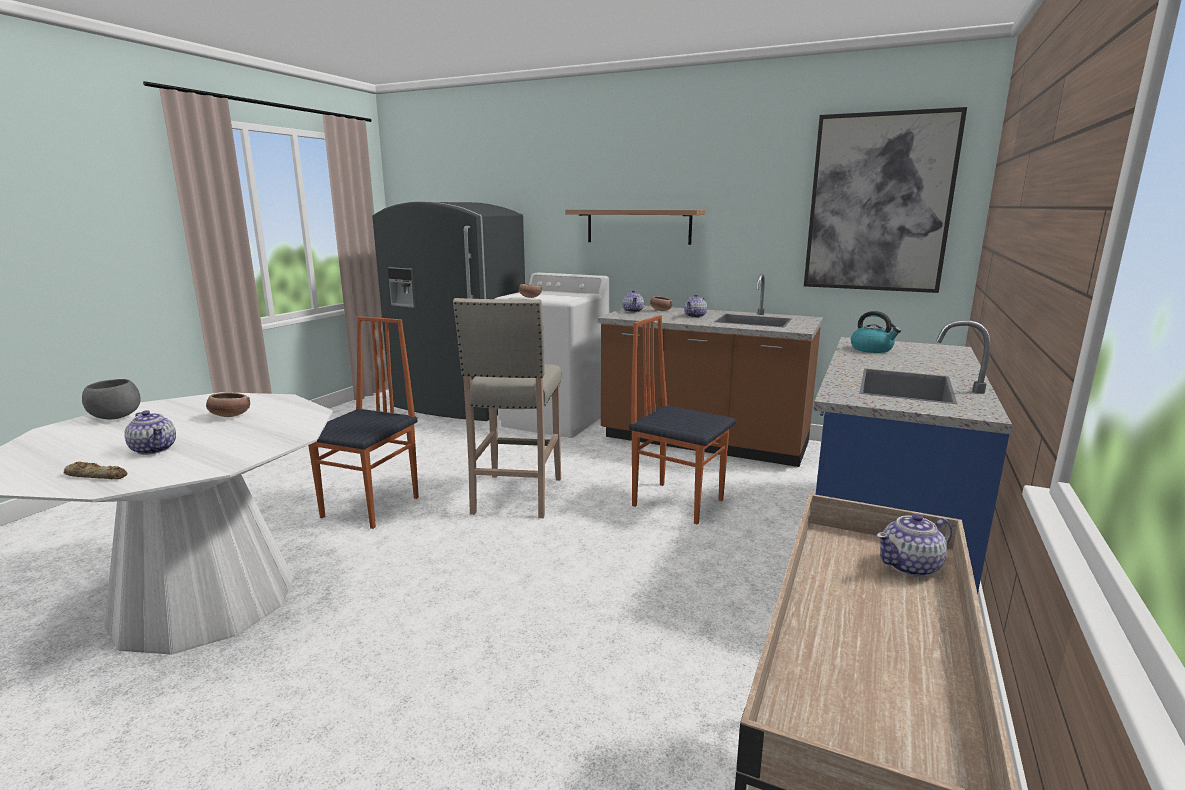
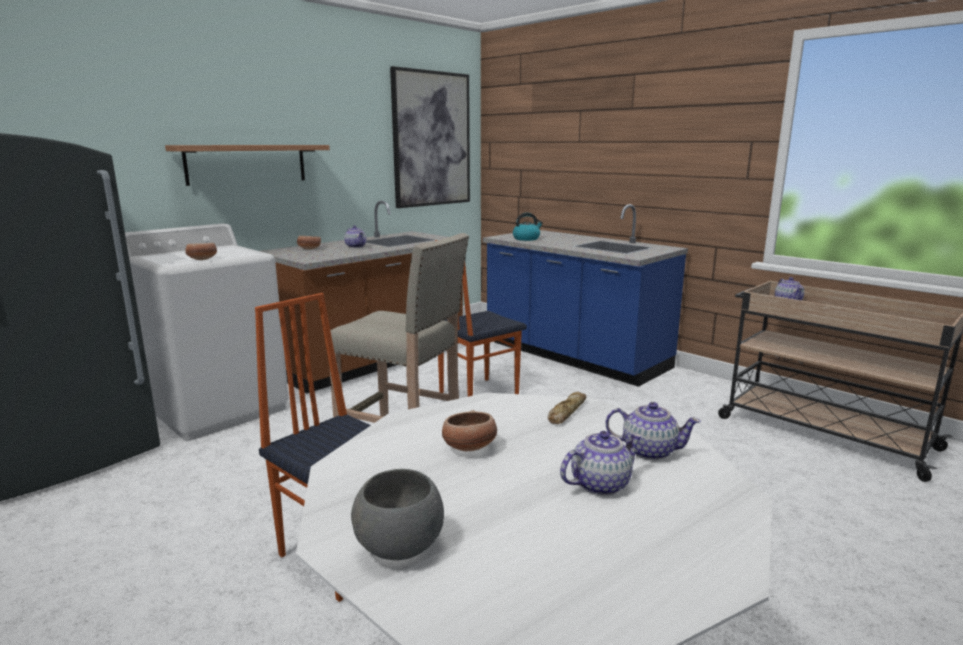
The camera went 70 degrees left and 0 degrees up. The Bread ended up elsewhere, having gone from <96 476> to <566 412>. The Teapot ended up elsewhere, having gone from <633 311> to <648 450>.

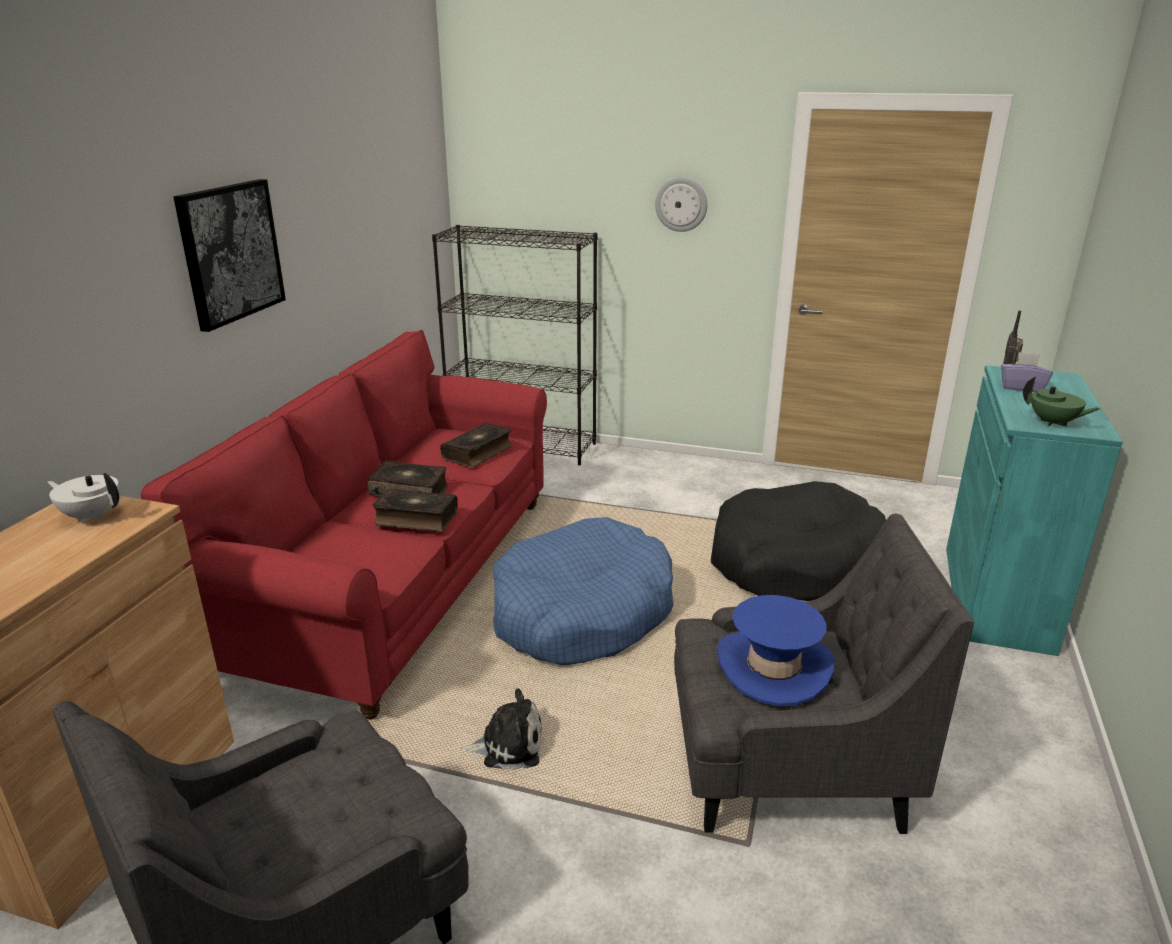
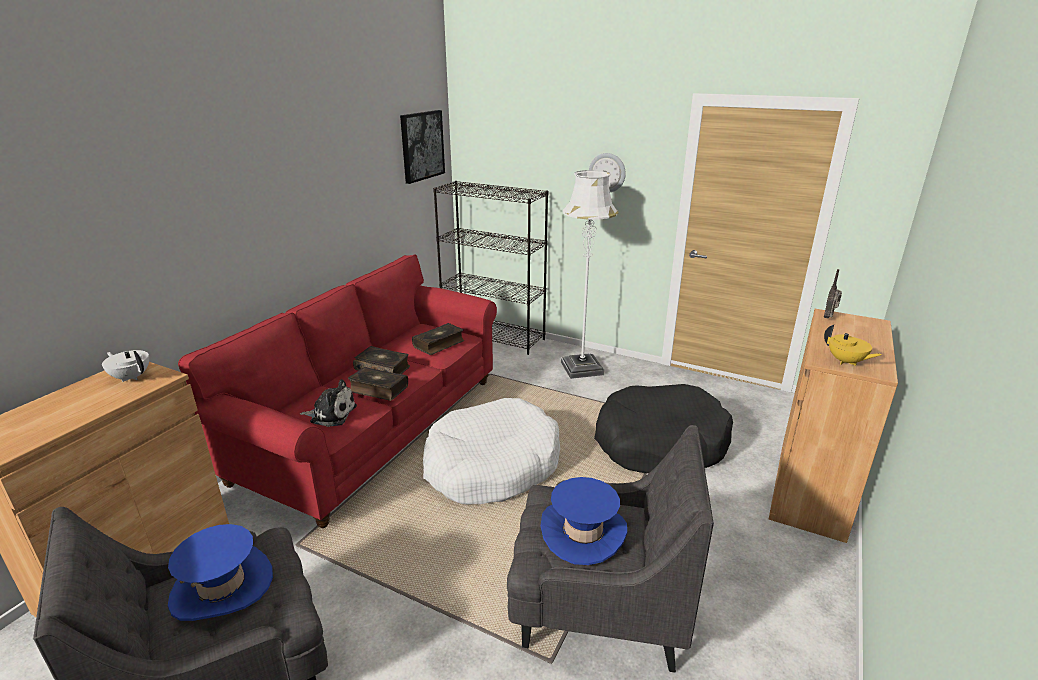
The camera went 10 degrees right and 0 degrees up. The Picture ended up elsewhere, having gone from <230 252> to <422 146>. The PlushToy ended up elsewhere, having gone from <507 745> to <331 414>. What was the BlueDogBed at <581 612> turned into the WhiteDogBed at <492 466>. What was the TurquoiseCabinet at <996 597> turned into the BrownCabinet at <811 488>. The second view lost the PurpleTissueBox at <1021 387>. What was the GreenTeapot at <1053 423> turned into the YellowTeapot at <846 362>. The second view gained the BlueHat at <222 586>. The second view gained the WhiteFloorLamp at <582 368>.

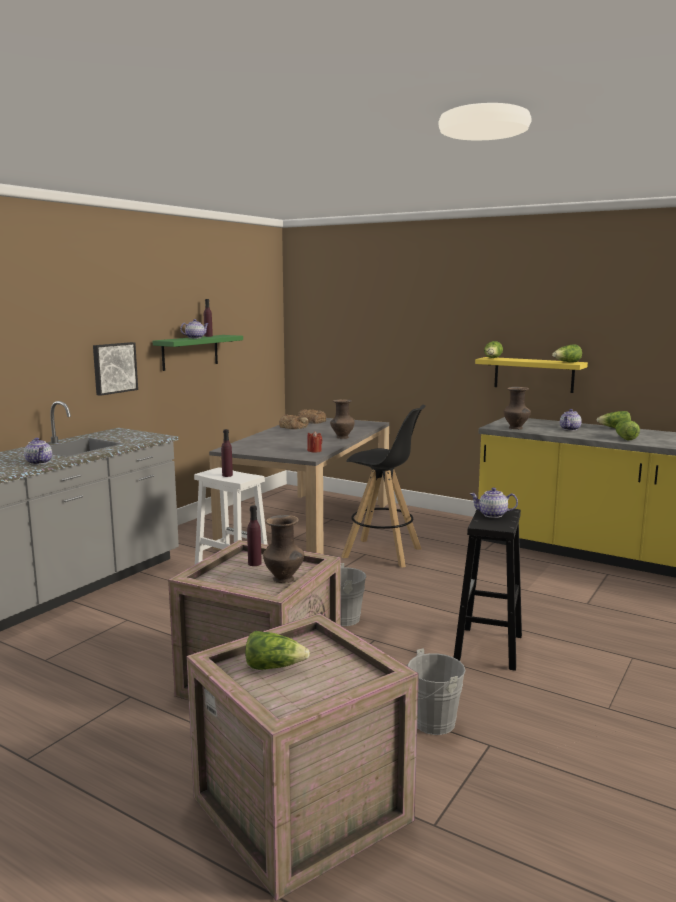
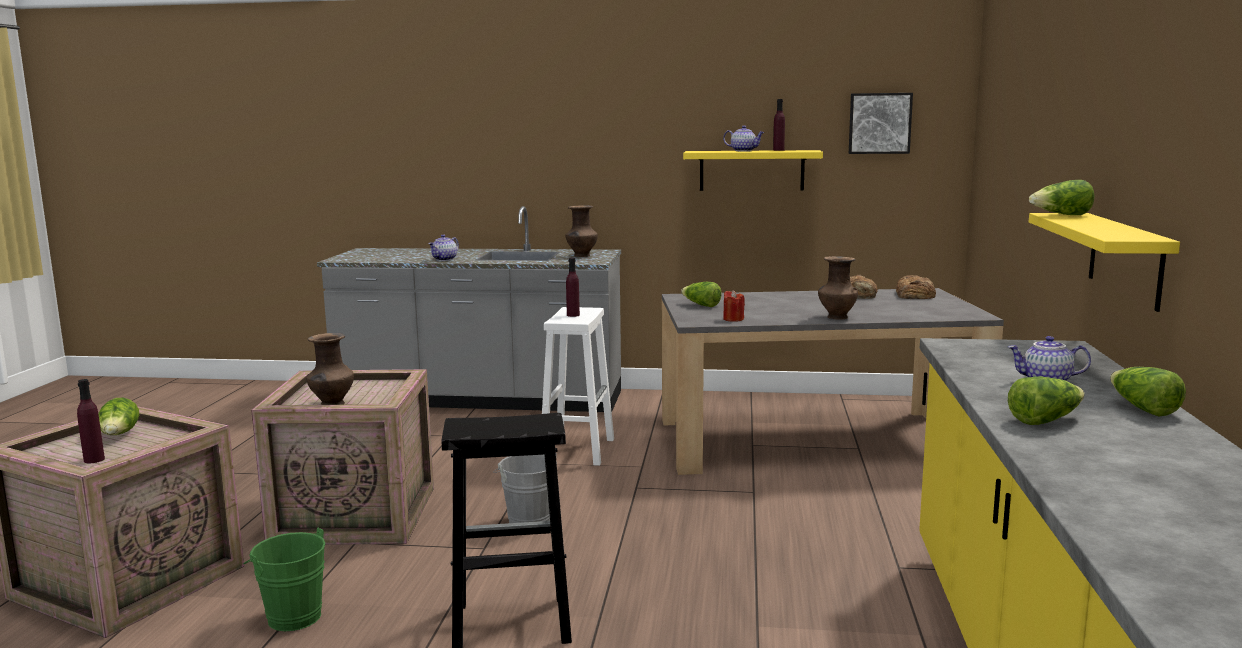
The camera went 65 degrees right and 0 degrees up. The Picture ended up elsewhere, having gone from <114 368> to <879 123>. What was the GreenShelf at <190 352> turned into the YellowShelf at <751 170>. The PurpleBottle ended up elsewhere, having gone from <254 563> to <94 460>. The second view lost the BlackStool at <383 553>. What was the GreyBucket at <430 724> turned into the GreenBucket at <291 615>. The second view lost the Teapot at <492 515>. The BrownVase ended up elsewhere, having gone from <516 428> to <581 256>. The Lettuce ended up elsewhere, having gone from <566 362> to <701 305>.

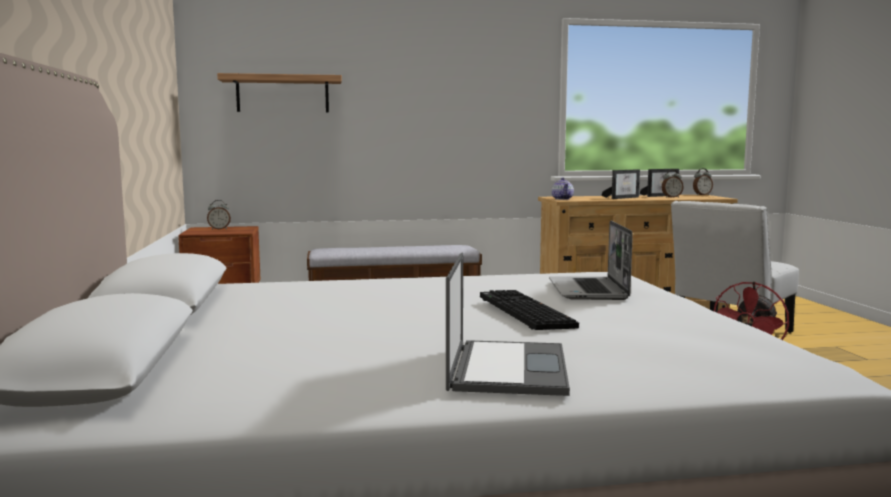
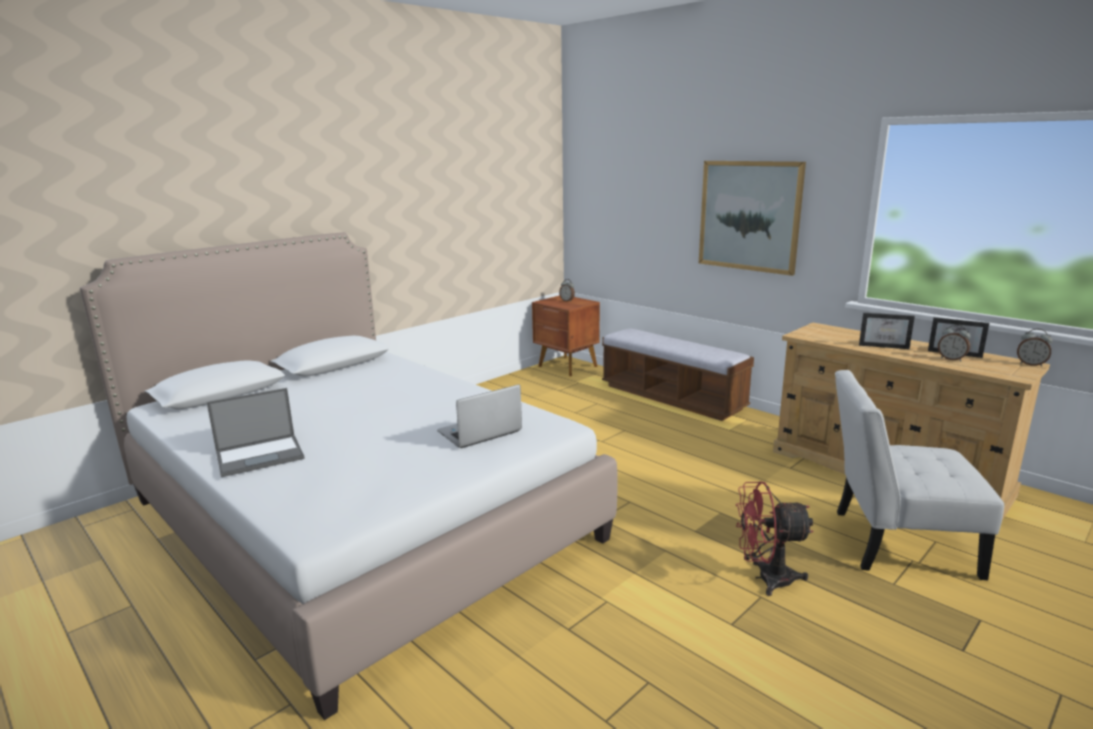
The camera went 55 degrees right and 10 degrees up. The second view lost the Shelf at <282 94>. The second view lost the Keyboard at <522 312>. The second view lost the Teapot at <562 199>. The second view gained the Picture at <749 216>.

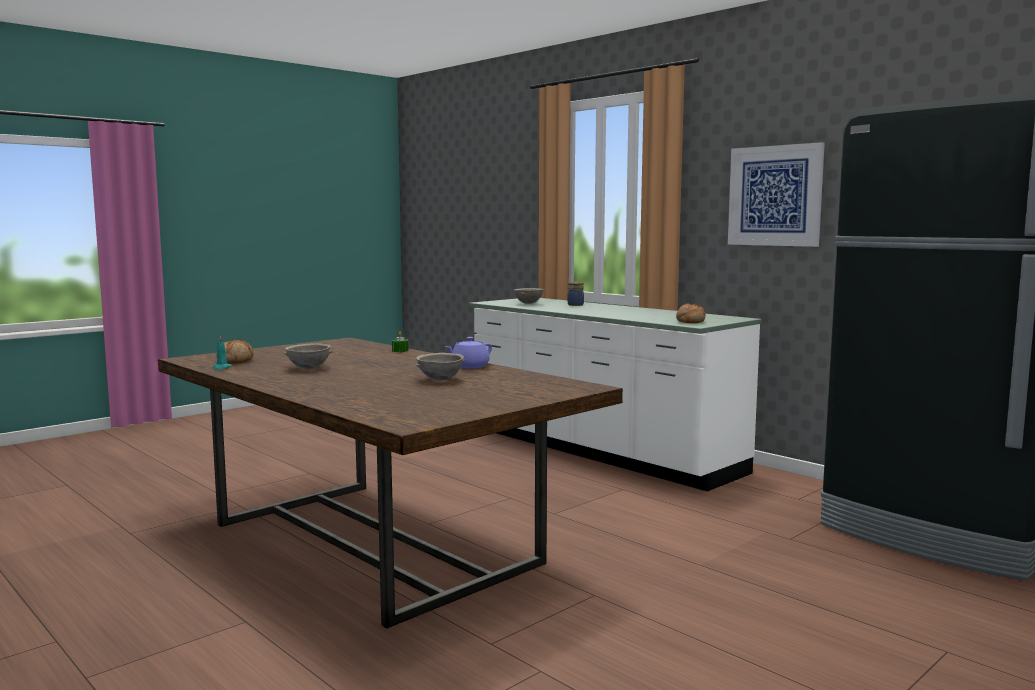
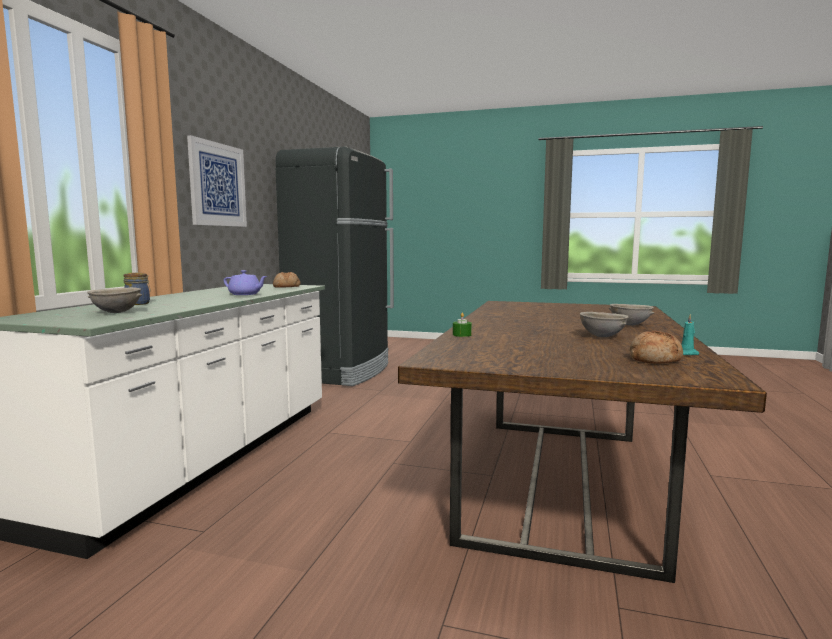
The camera went 120 degrees left and 0 degrees up. The GreyBowl ended up elsewhere, having gone from <440 380> to <630 325>. The PurpleTeapot ended up elsewhere, having gone from <469 366> to <245 294>.

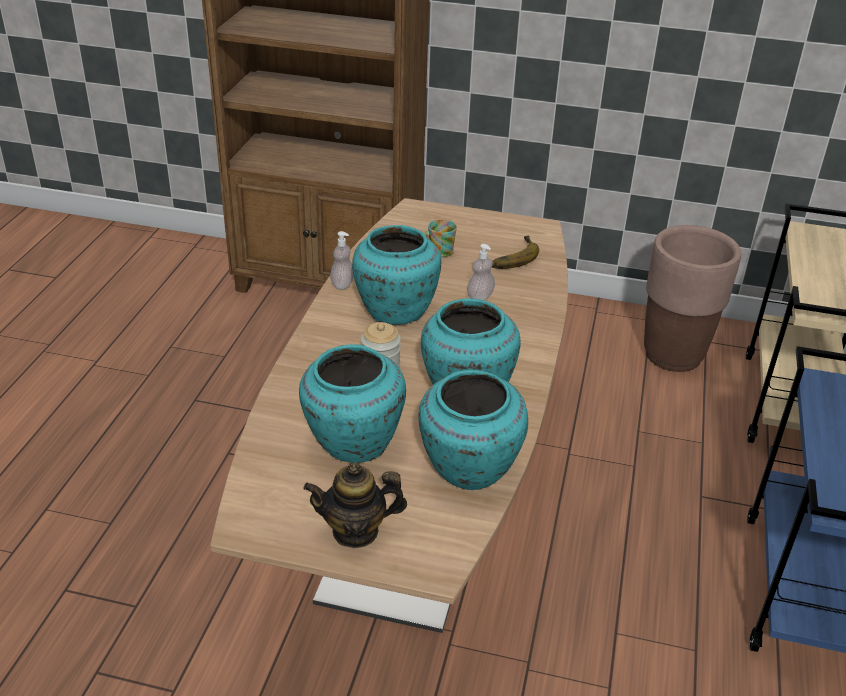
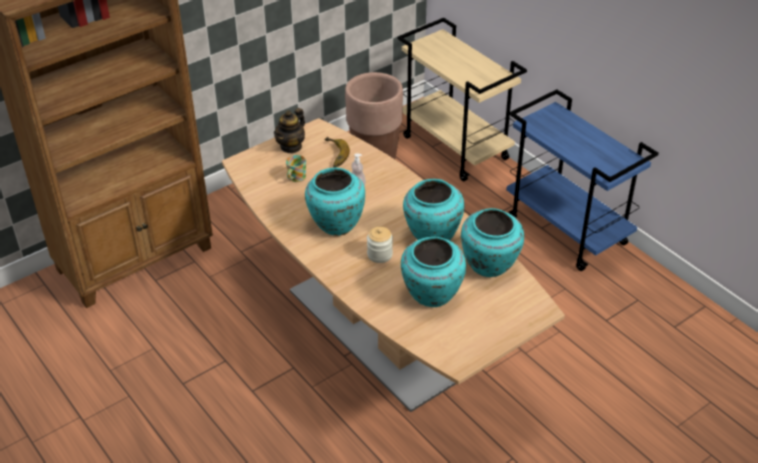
The camera went 50 degrees left and 5 degrees up. The Teapot ended up elsewhere, having gone from <356 531> to <291 146>. The second view lost the SoapDispenser at <342 284>.

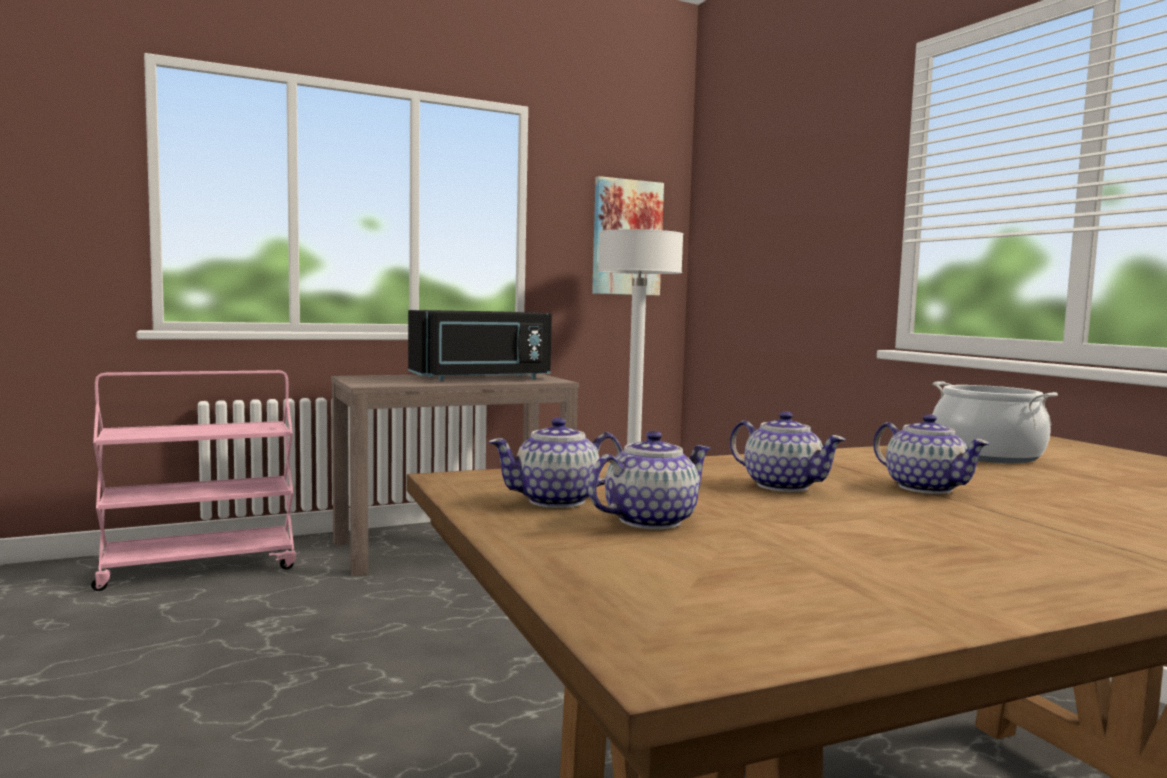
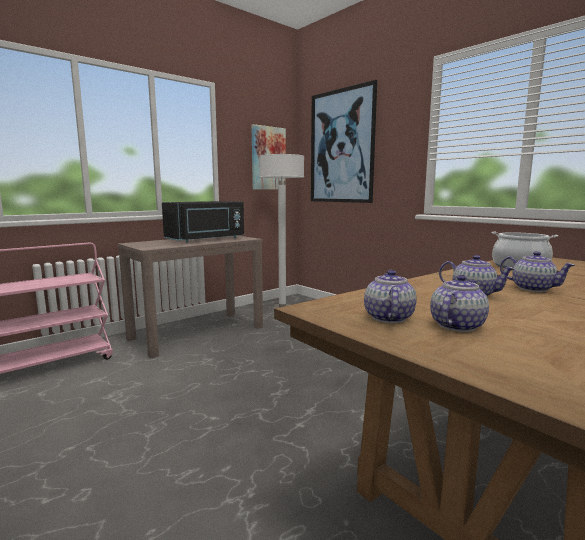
The camera went 15 degrees left and 5 degrees up. The Teapot at <558 501> ended up facing another way, 135 degrees clockwise from before. The second view gained the Picture at <341 147>.

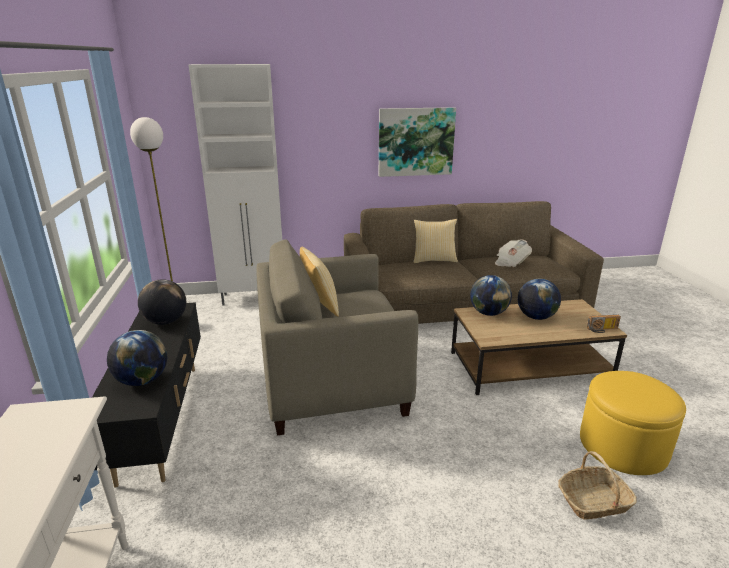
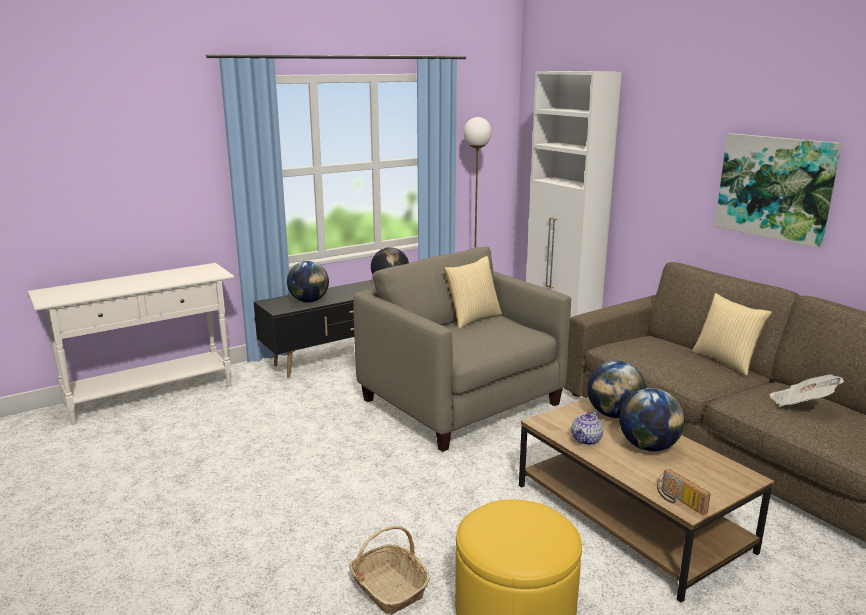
The camera went 65 degrees right and 5 degrees down. The second view gained the Teapot at <586 440>.

